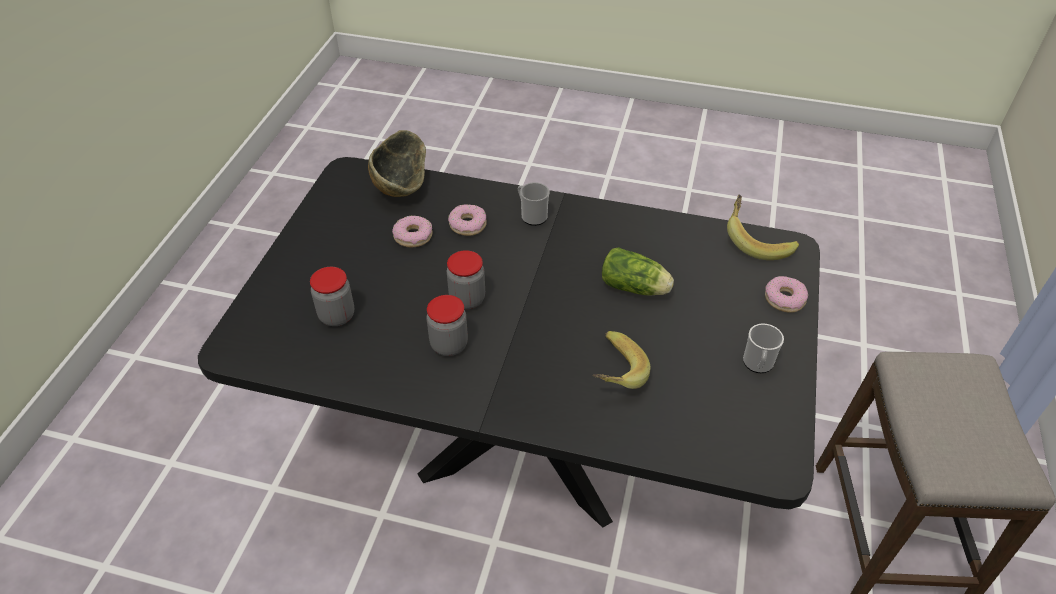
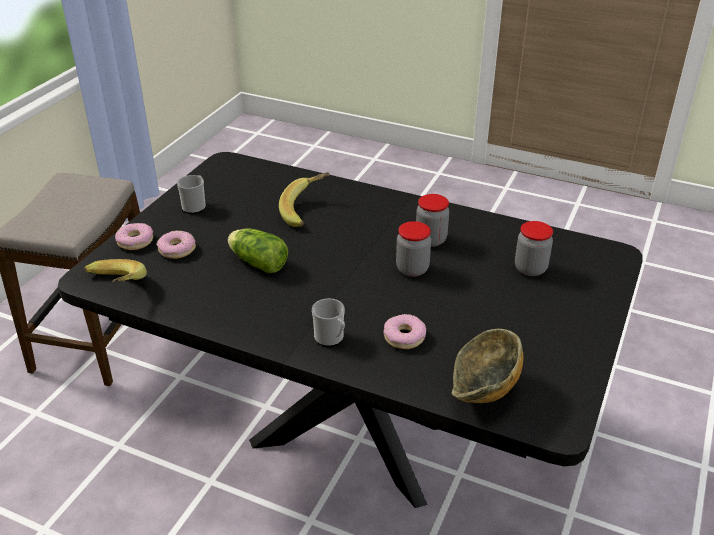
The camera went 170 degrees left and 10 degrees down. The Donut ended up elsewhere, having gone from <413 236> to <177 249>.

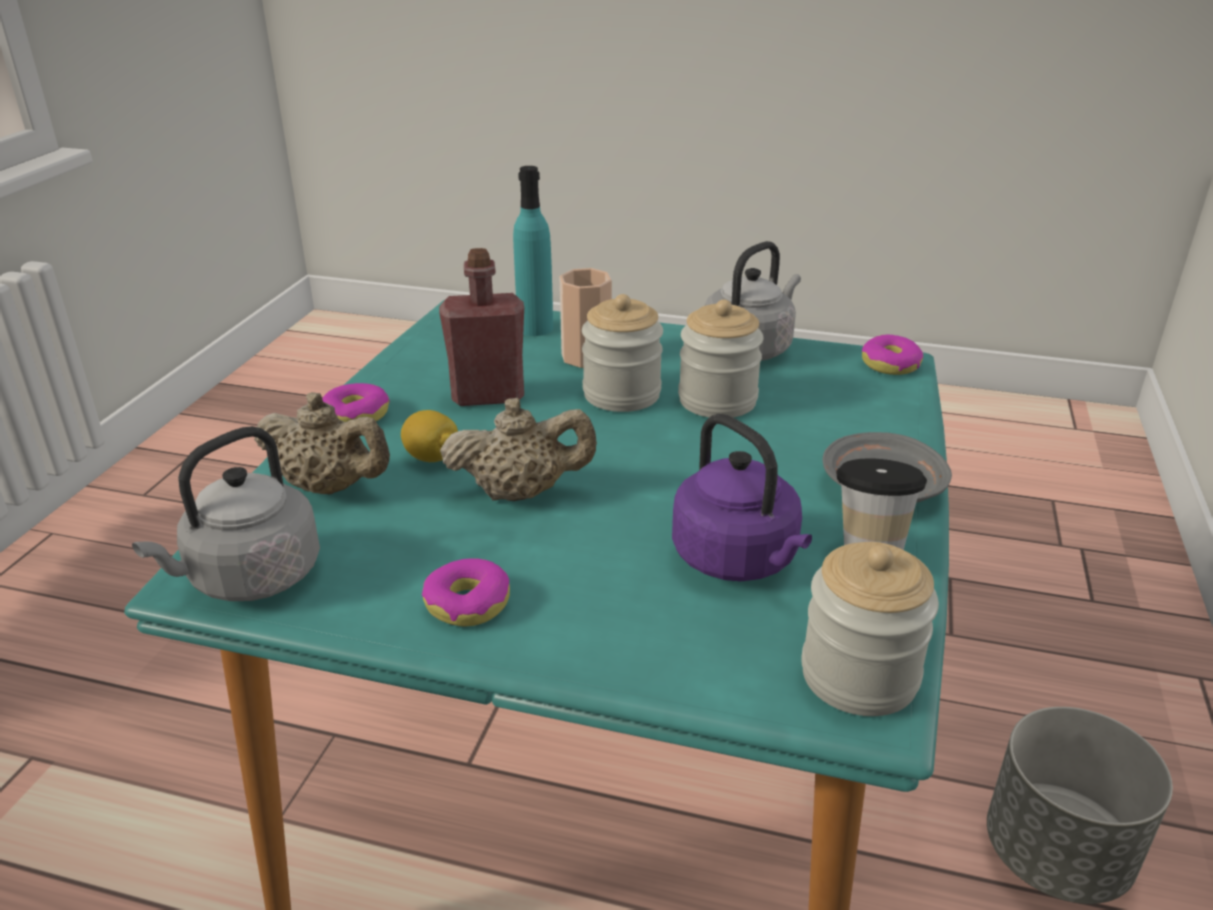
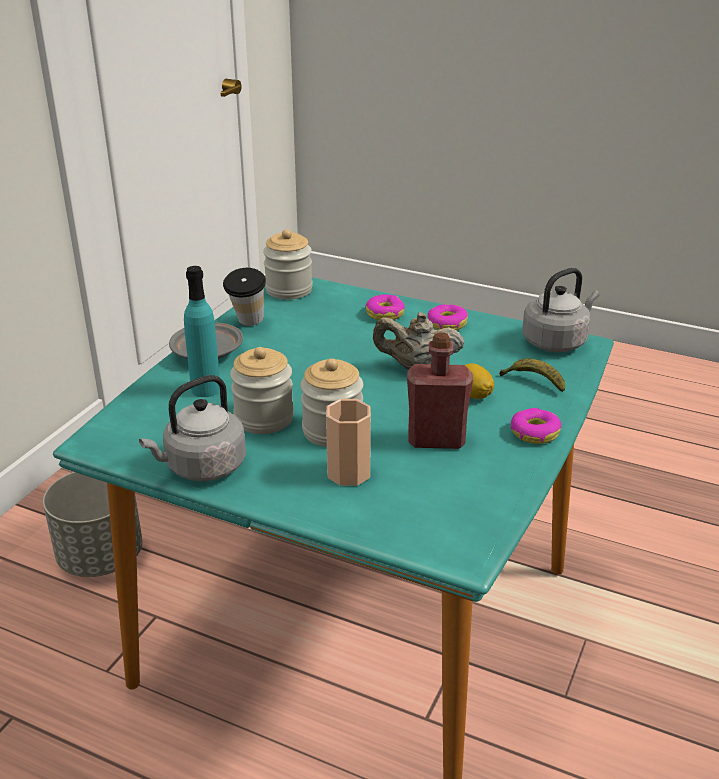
The camera went 170 degrees left and 0 degrees up. Where the BeigeTeapot stood at <330 487>, the Banana came to stand at <533 382>. The TurquoiseBottle ended up elsewhere, having gone from <535 328> to <206 389>. The second view lost the PurpleKettle at <739 560>. The Donut ended up elsewhere, having gone from <890 364> to <385 313>.

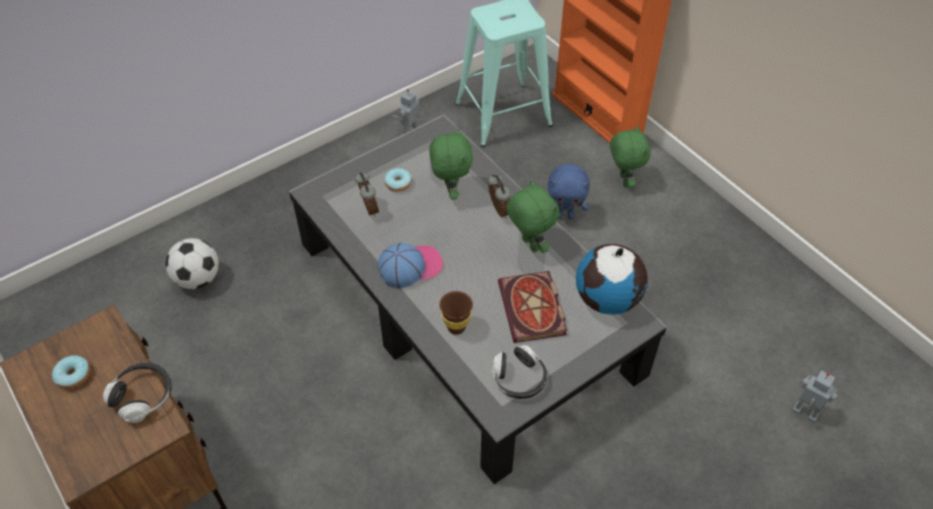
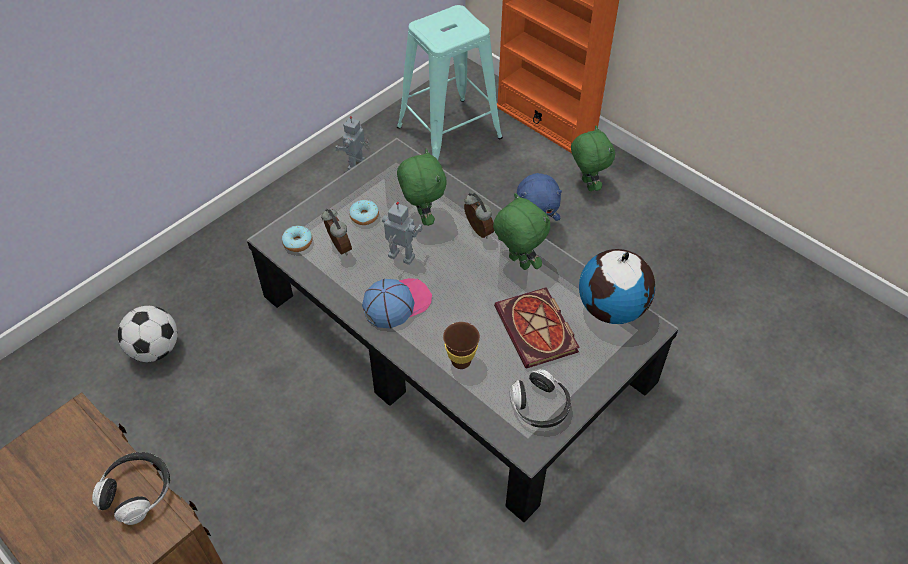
The camera went 10 degrees left and 0 degrees up. The Donut ended up elsewhere, having gone from <73 376> to <298 243>. The ToyRobot ended up elsewhere, having gone from <804 414> to <400 258>.

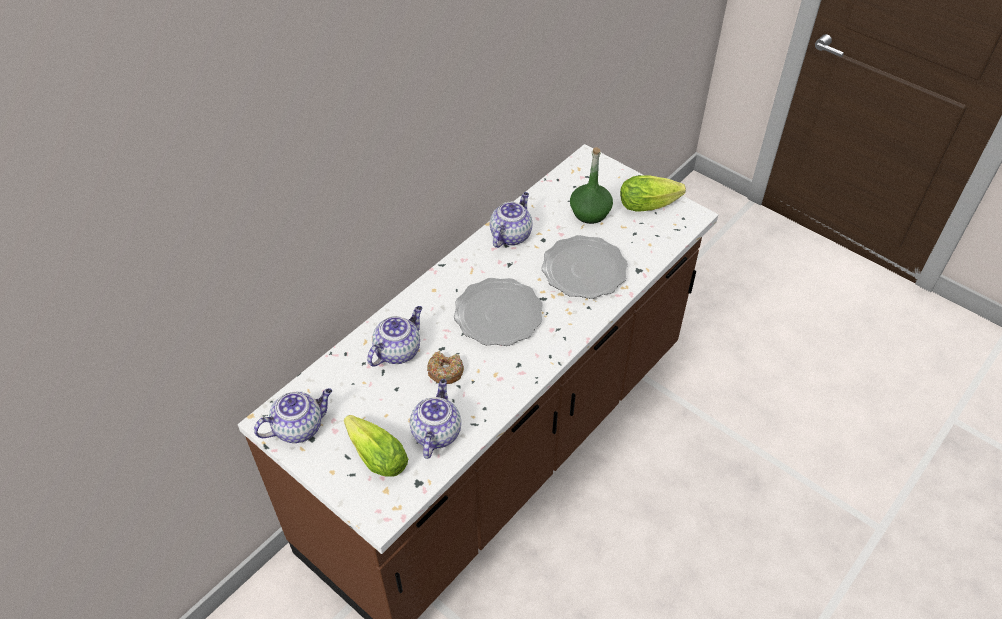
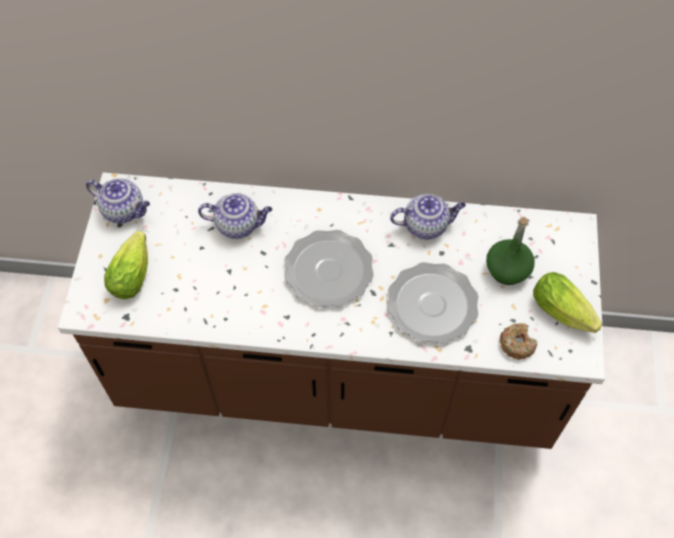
The camera went 55 degrees right and 10 degrees up. The second view lost the Teapot at <436 432>. The Donut ended up elsewhere, having gone from <445 371> to <517 344>.

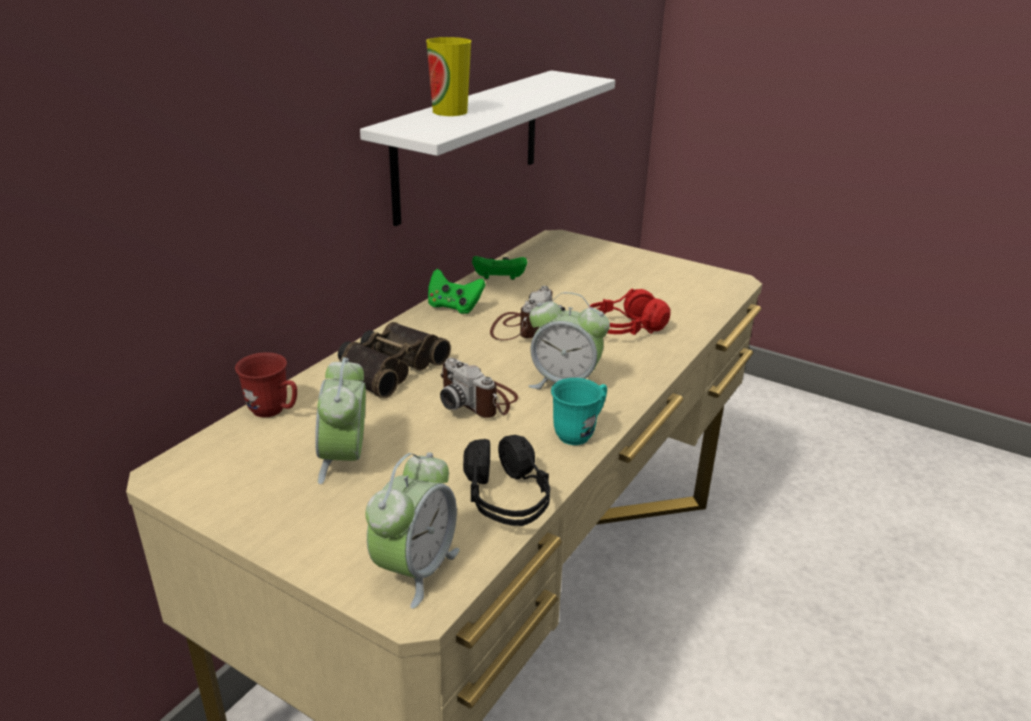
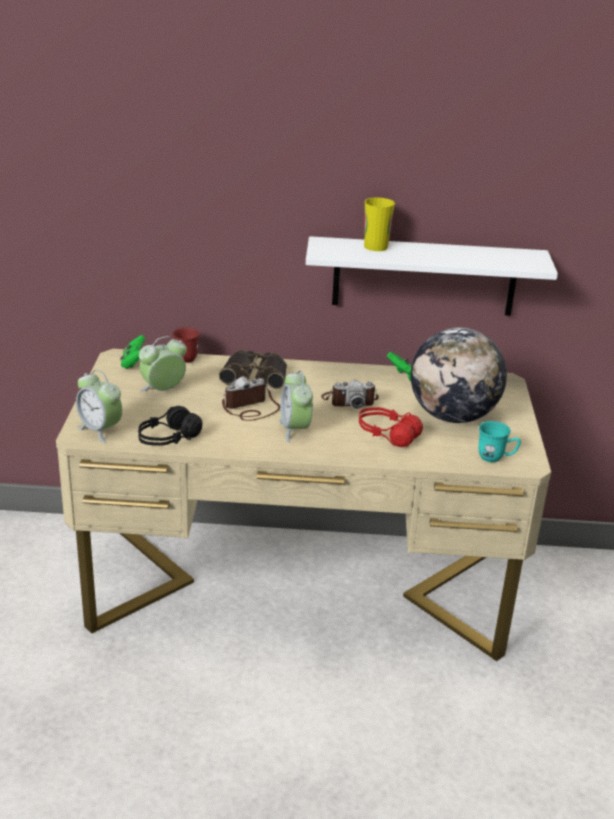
The camera went 60 degrees right and 0 degrees up. The AlarmClock at <415 569> ended up facing another way, 45 degrees clockwise from before. The GreenGameController ended up elsewhere, having gone from <454 307> to <133 363>. The PhotoCamera at <478 399> ended up facing another way, 45 degrees clockwise from before. The TurquoiseMug ended up elsewhere, having gone from <580 432> to <496 458>. The second view gained the Globe at <453 416>.

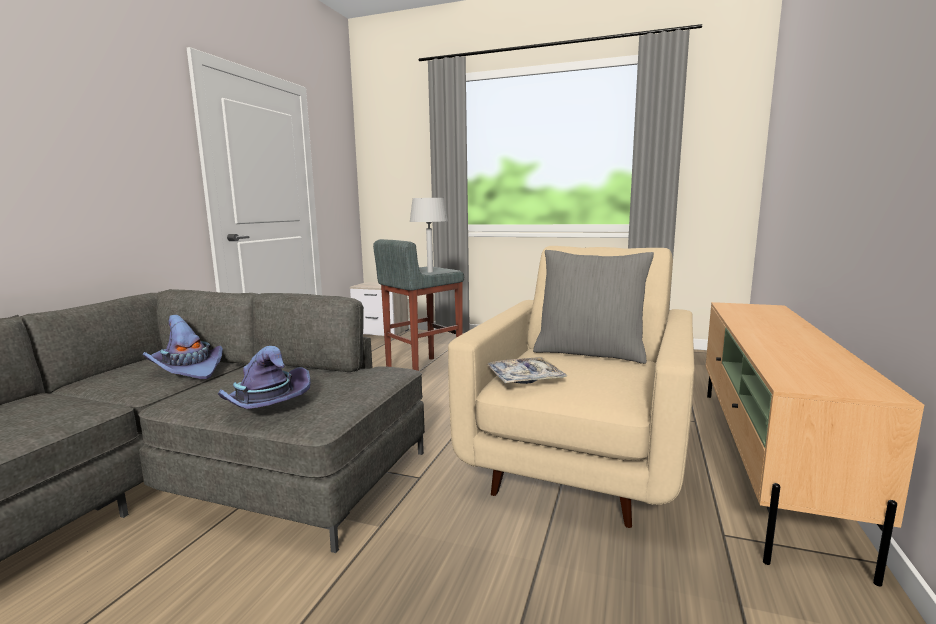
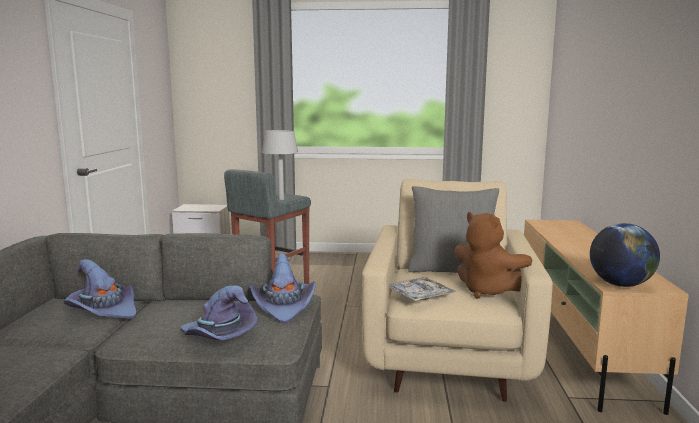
The camera went 15 degrees left and 0 degrees up. The second view gained the PurpleHat at <284 306>. The second view gained the BrownPlushToy at <488 292>. The second view gained the Globe at <620 285>.

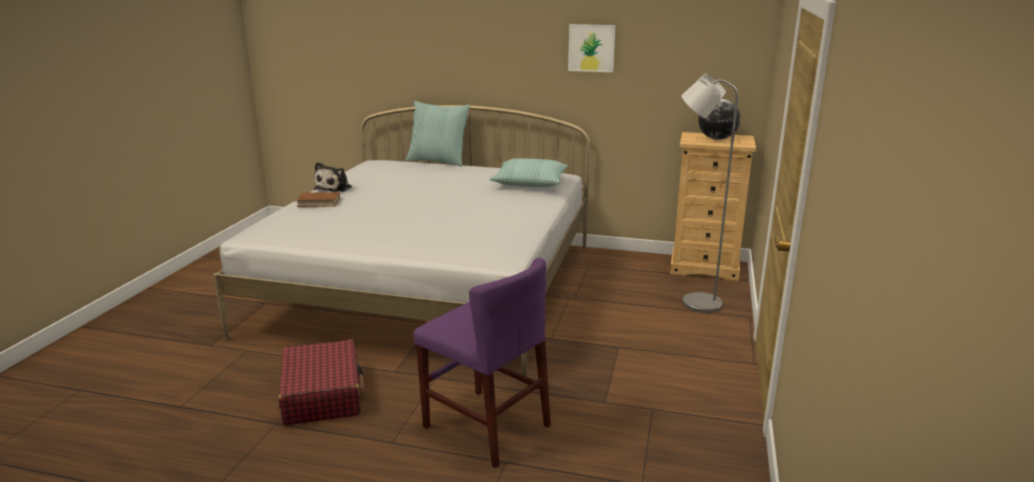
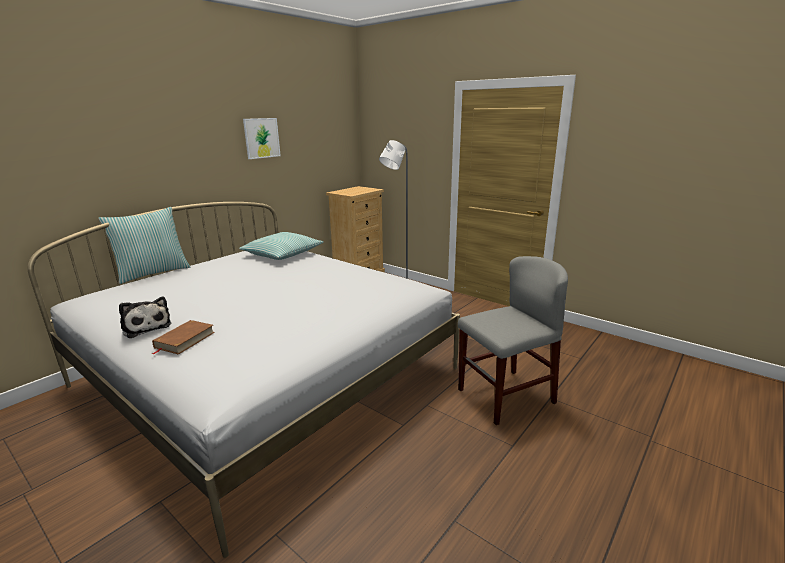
The camera went 65 degrees left and 0 degrees up. The second view lost the RedSuitcase at <322 394>. What was the PurpleChair at <486 426> turned into the GreyChair at <505 396>. The second view lost the Globe at <717 139>.

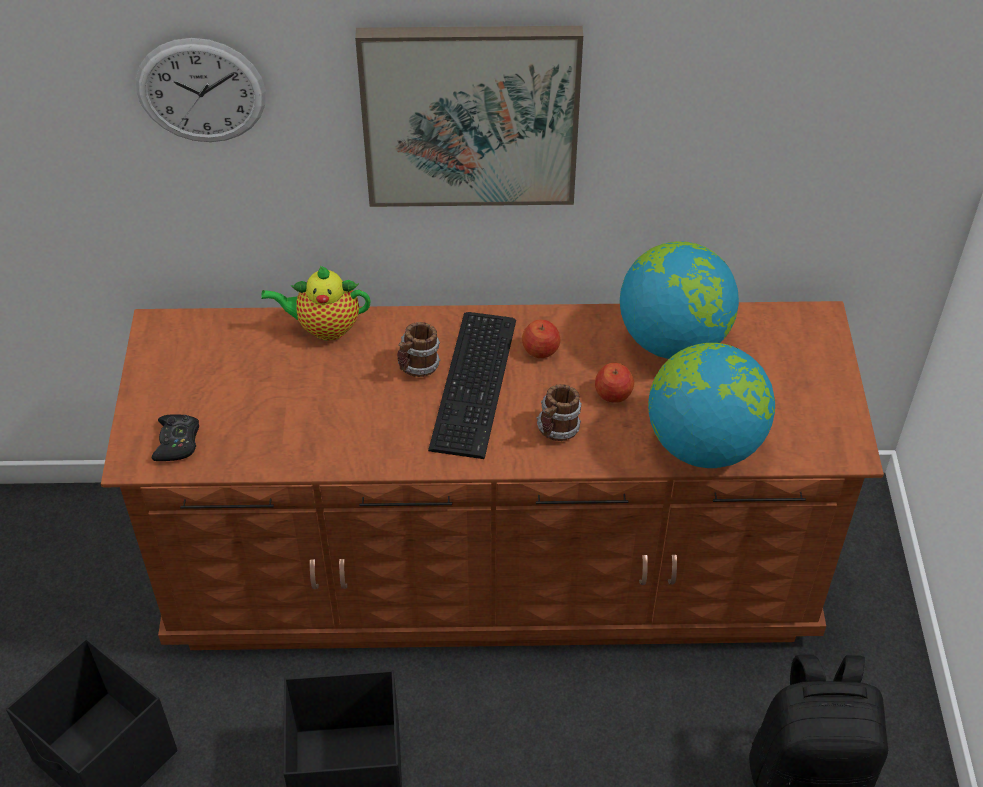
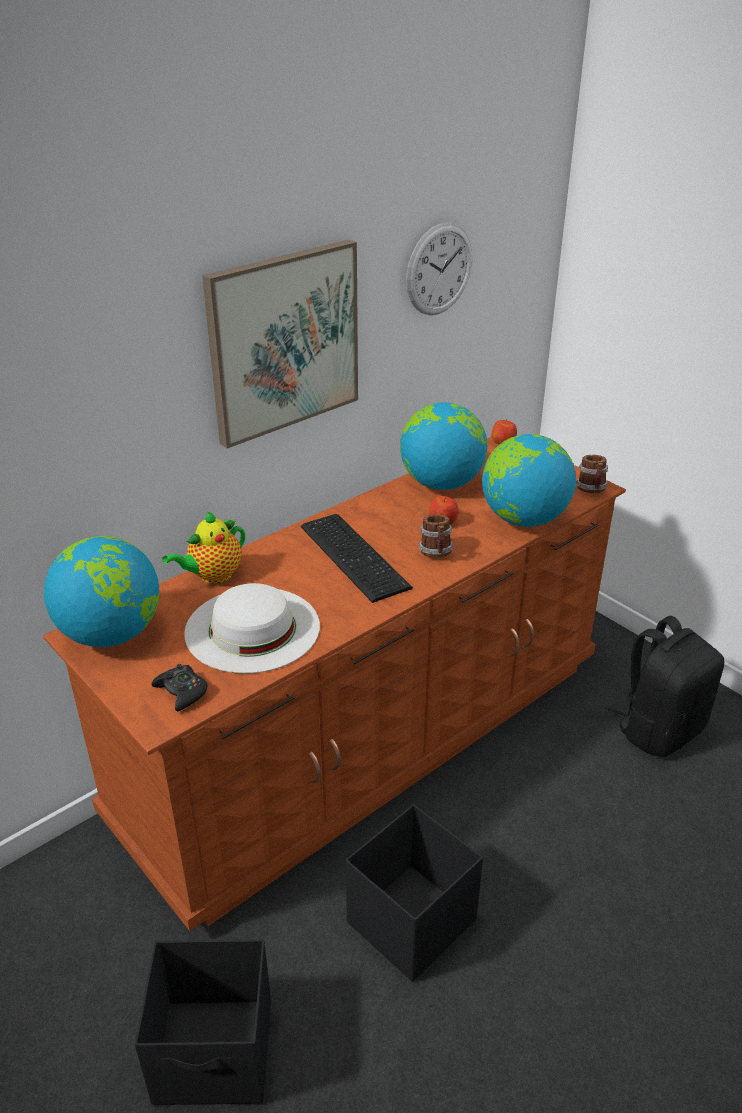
The camera went 40 degrees left and 15 degrees down. The WallClock ended up elsewhere, having gone from <201 91> to <439 269>. The Mug ended up elsewhere, having gone from <417 367> to <591 490>. The Apple ended up elsewhere, having gone from <541 350> to <503 442>. The second view gained the Globe at <111 634>. The second view gained the WhiteHat at <252 628>.

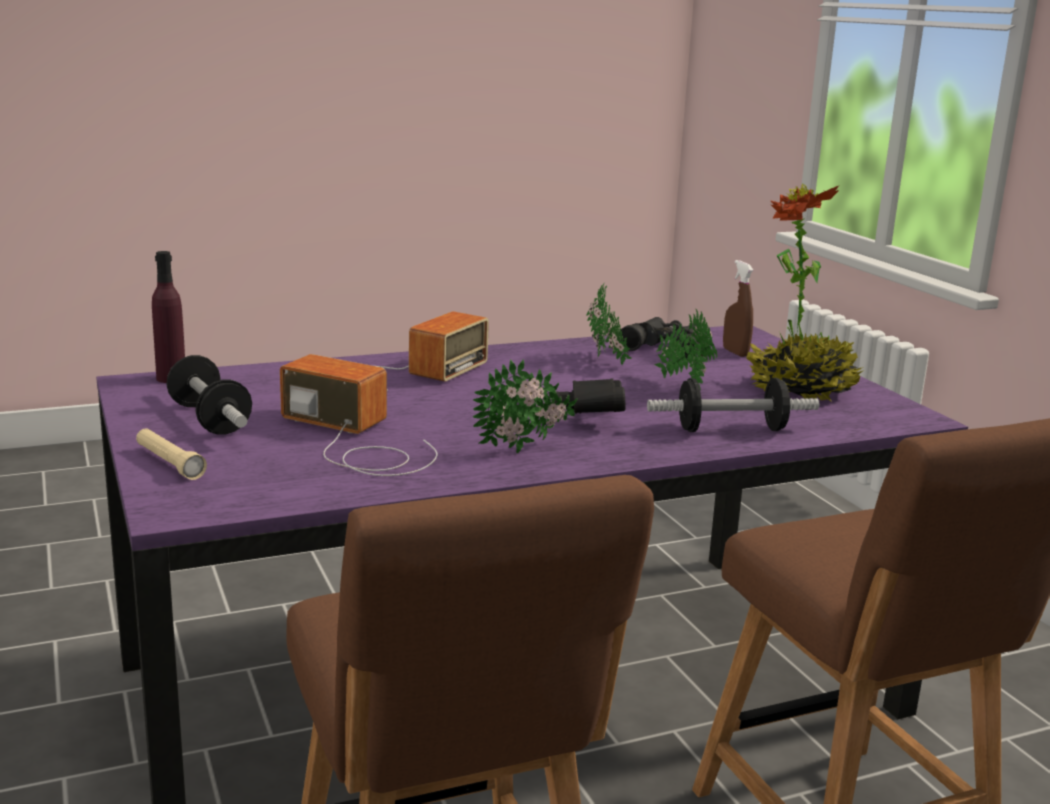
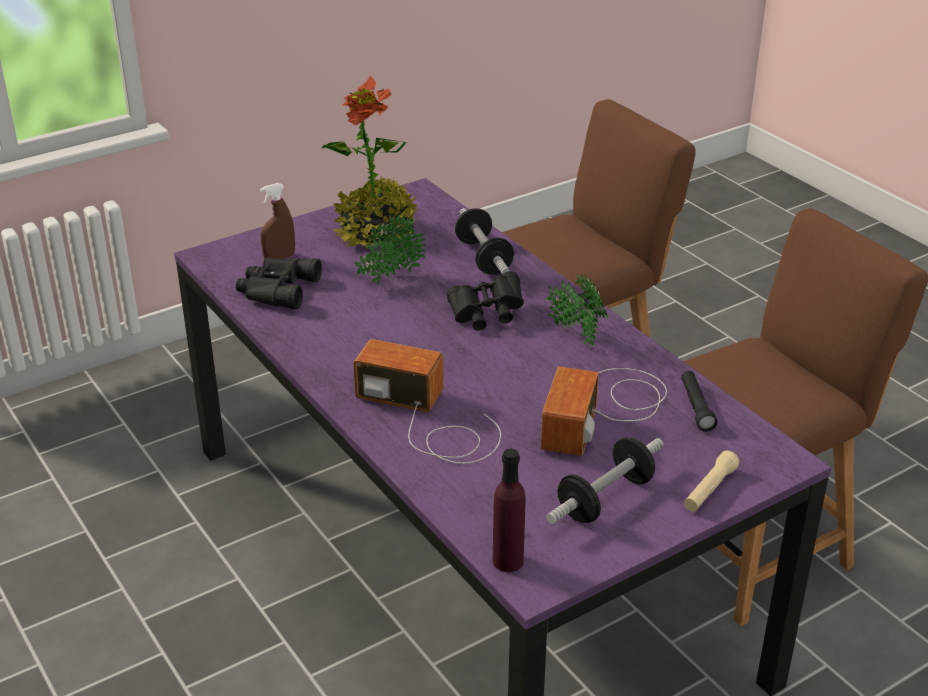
The camera went 100 degrees left and 15 degrees up. The second view lost the PottedPlant at <606 362>. The second view gained the BlackFlashlight at <696 407>.

